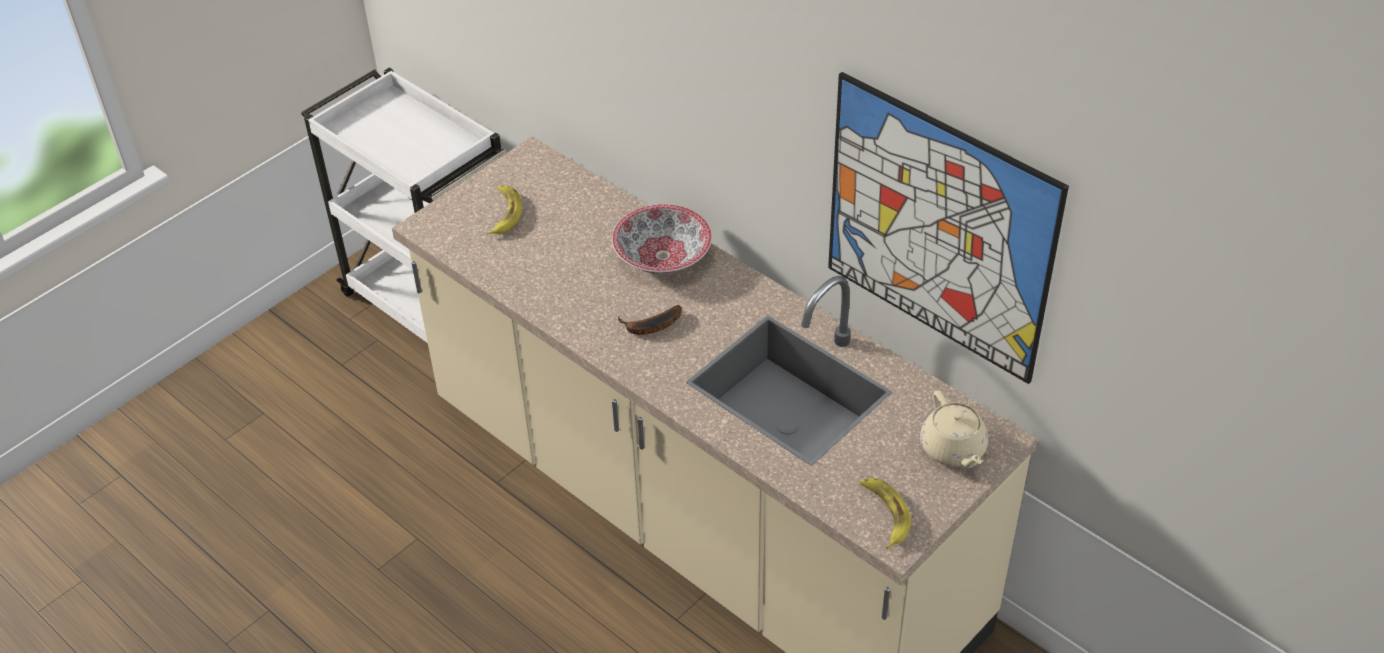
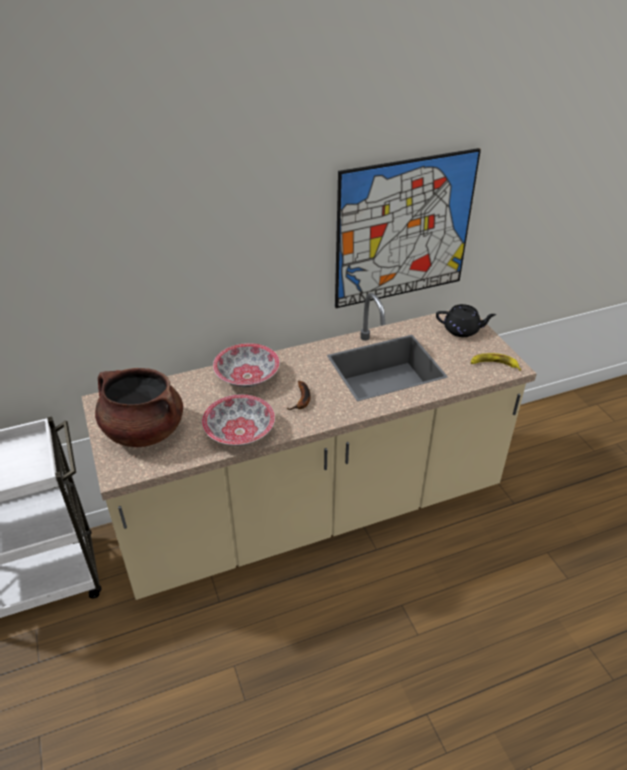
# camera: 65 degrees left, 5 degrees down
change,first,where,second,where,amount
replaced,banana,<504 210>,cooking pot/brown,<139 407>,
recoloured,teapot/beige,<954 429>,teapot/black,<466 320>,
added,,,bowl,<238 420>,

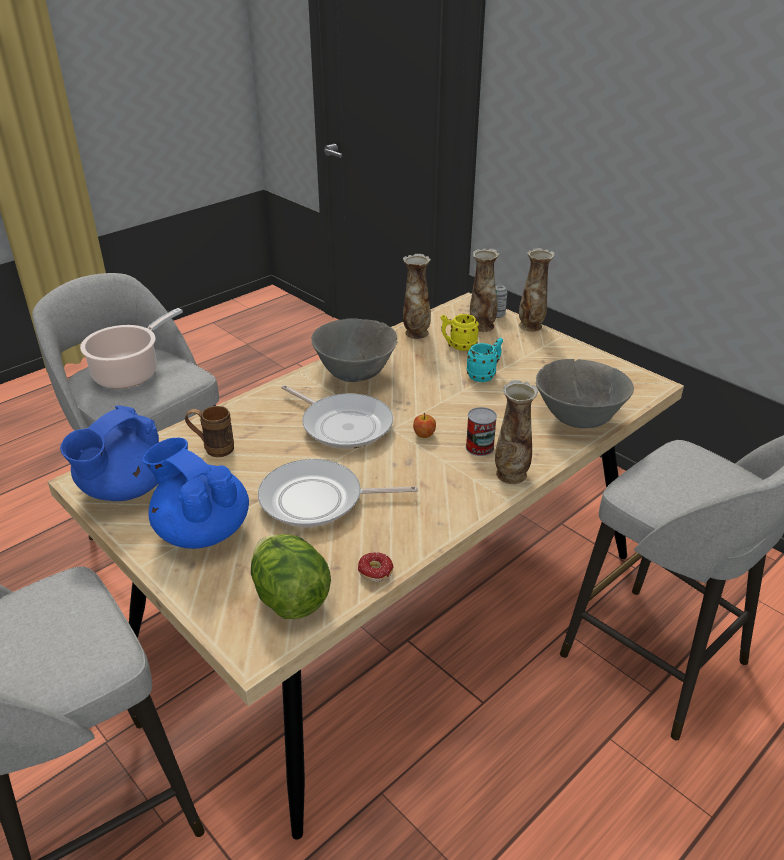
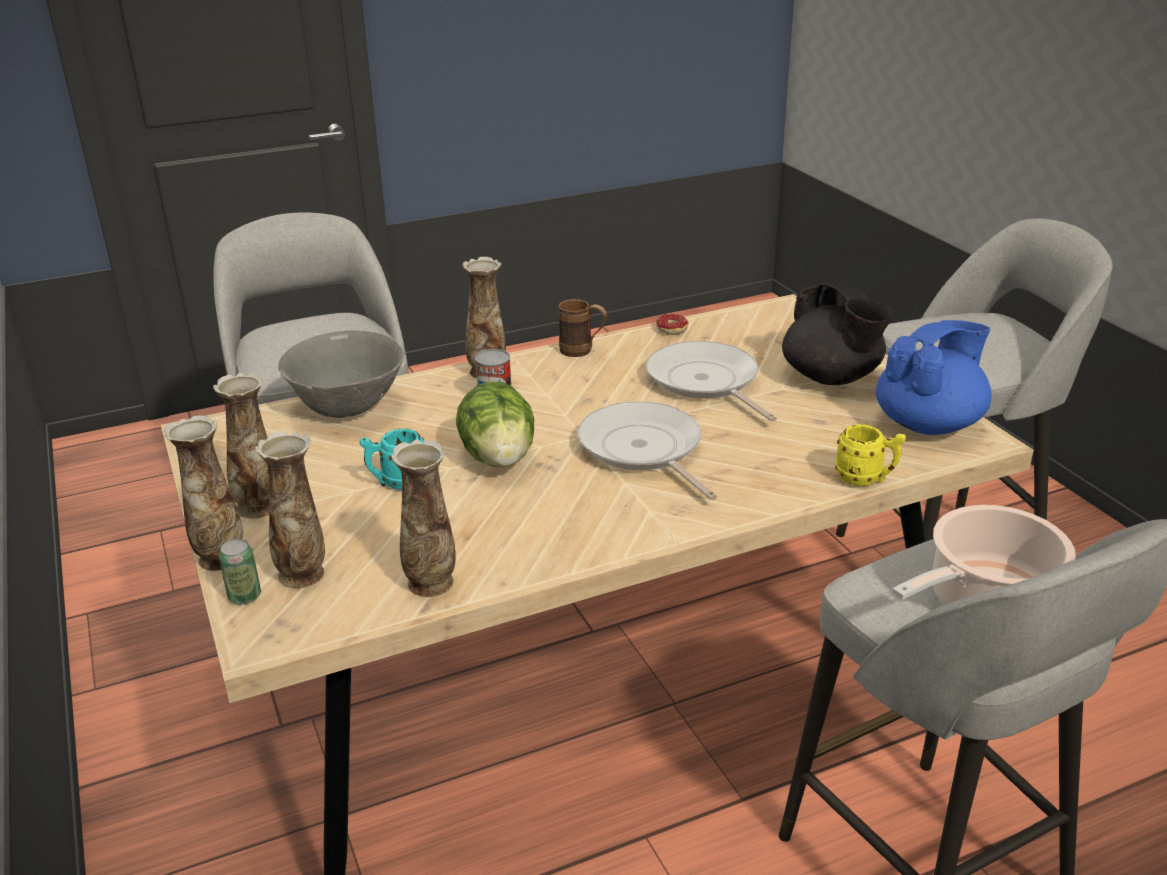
# camera: 160 degrees left, 5 degrees down
change,first,where,second,where,amount
recoloured,teapot/blue,<196 493>,teapot/black,<837 332>,
moved,mug/brown,<209 431>,,<582 328>,
moved,lettuce,<291 576>,,<495 424>,
turned,frying pan,<338 493>,,<711 381>,135 degrees counterclockwise
removed,bowl/grey,<354 350>,,,
removed,apple,<424 425>,,,
moved,mug/yellow,<460 332>,,<870 455>,
added,,,vase,<241 446>,

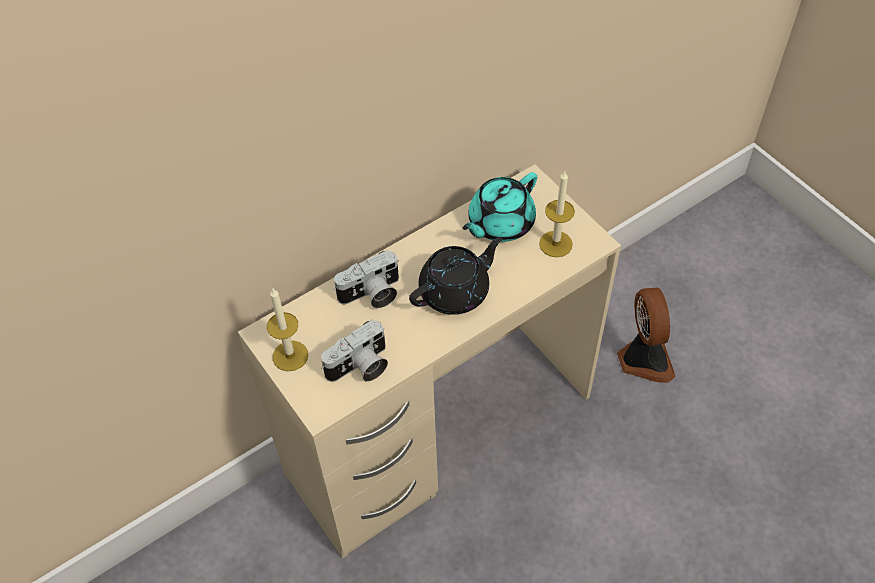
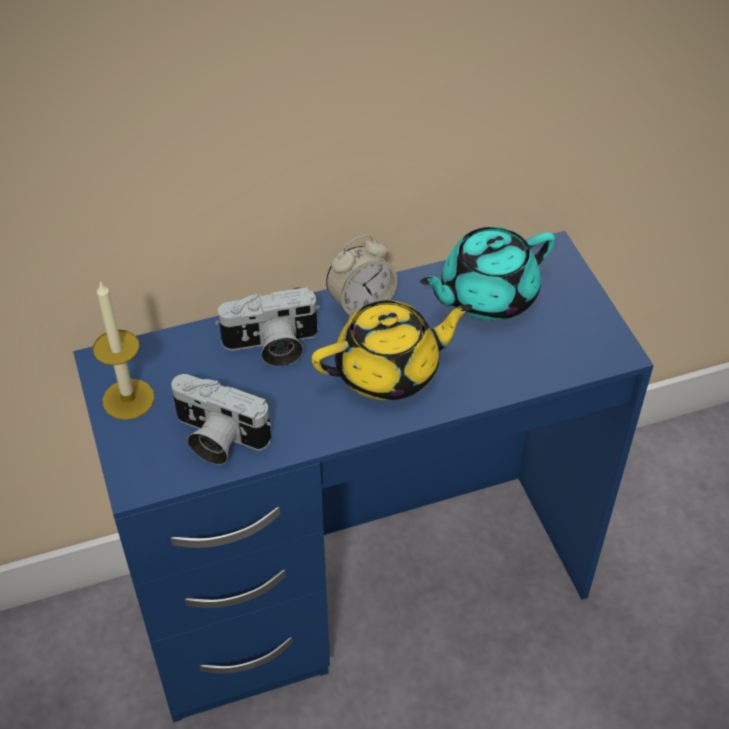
# camera: 15 degrees right, 5 degrees down
change,first,where,second,where,amount
recoloured,desk/beige,<429 361>,desk/blue,<363 477>,
turned,photo camera,<354 350>,,<221 419>,45 degrees clockwise
recoloured,teapot/black,<456 276>,teapot/yellow,<391 350>,
removed,candle,<557 214>,,,
removed,fan,<646 335>,,,
added,,,alarm clock,<362 278>,

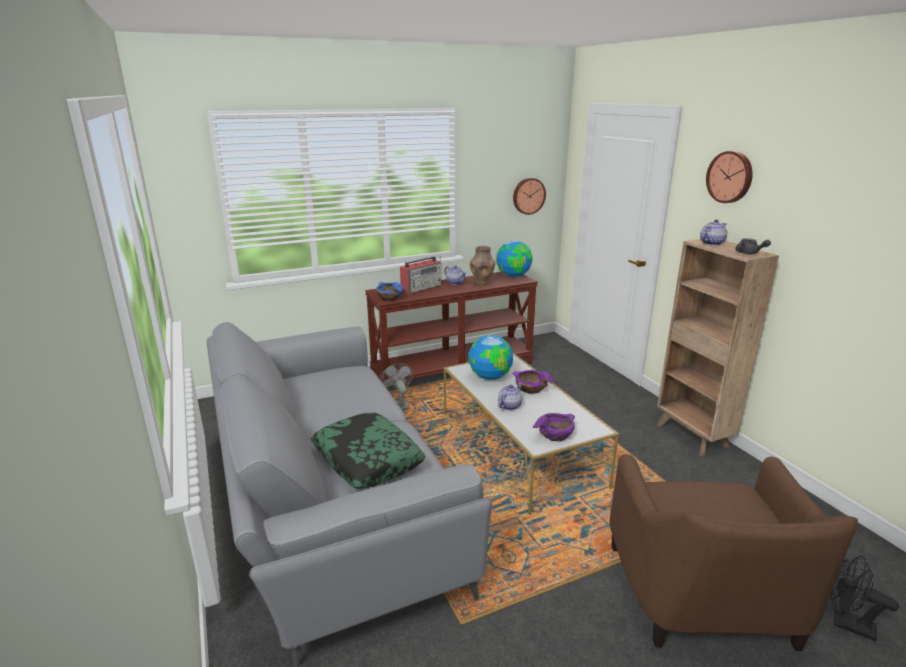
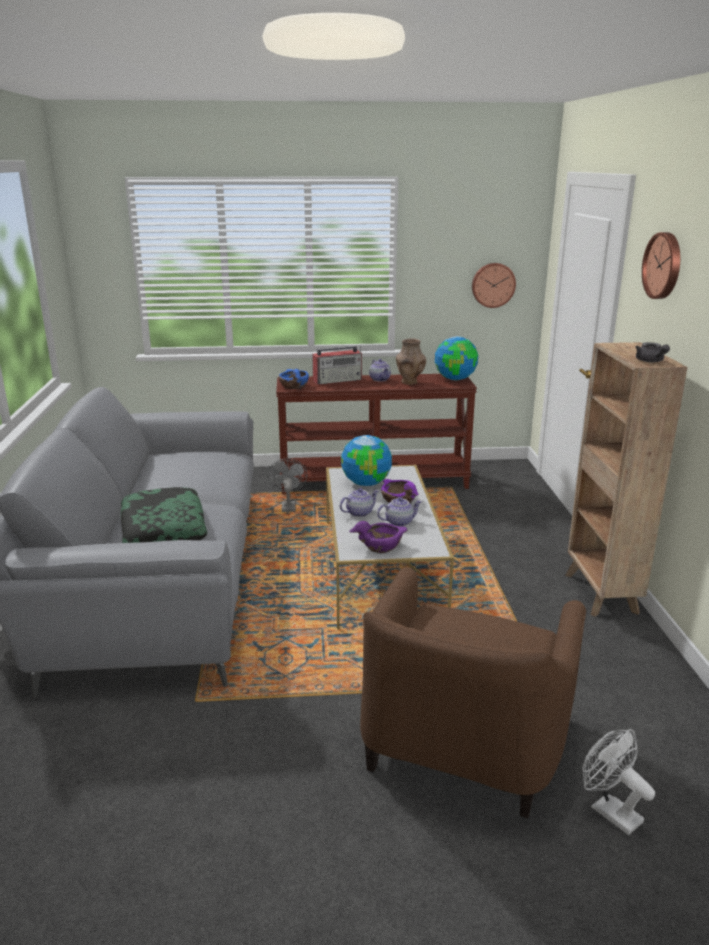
# camera: 20 degrees right, 0 degrees up
change,first,where,second,where,amount
moved,teapot,<713 233>,,<399 511>,
recoloured,fan/black,<864 598>,fan/white,<618 782>,

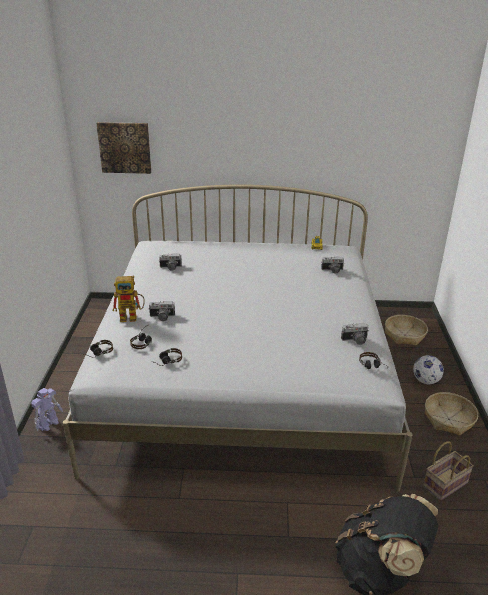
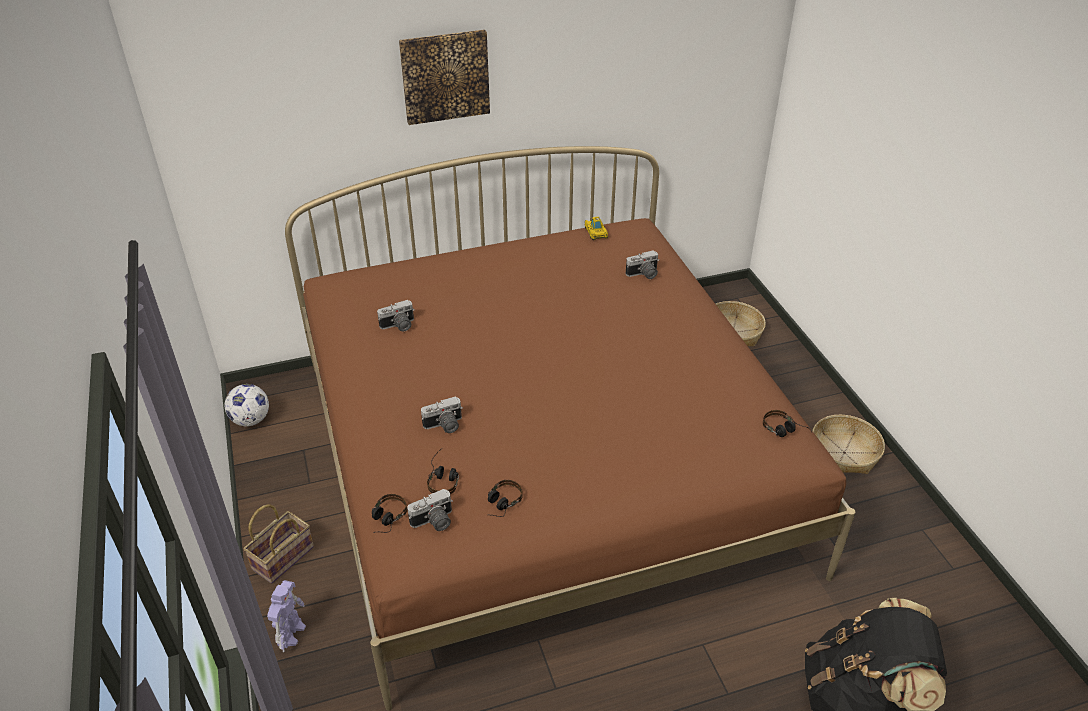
# camera: 20 degrees left, 10 degrees up
change,first,where,second,where,amount
recoloured,bed/white,<238 338>,bed/brown,<570 428>,
moved,picture,<123 148>,,<444 77>,
removed,toy robot,<129 299>,,,
moved,photo camera,<355 334>,,<430 510>,
moved,football,<428 369>,,<247 405>,
moved,basket,<448 471>,,<279 544>,

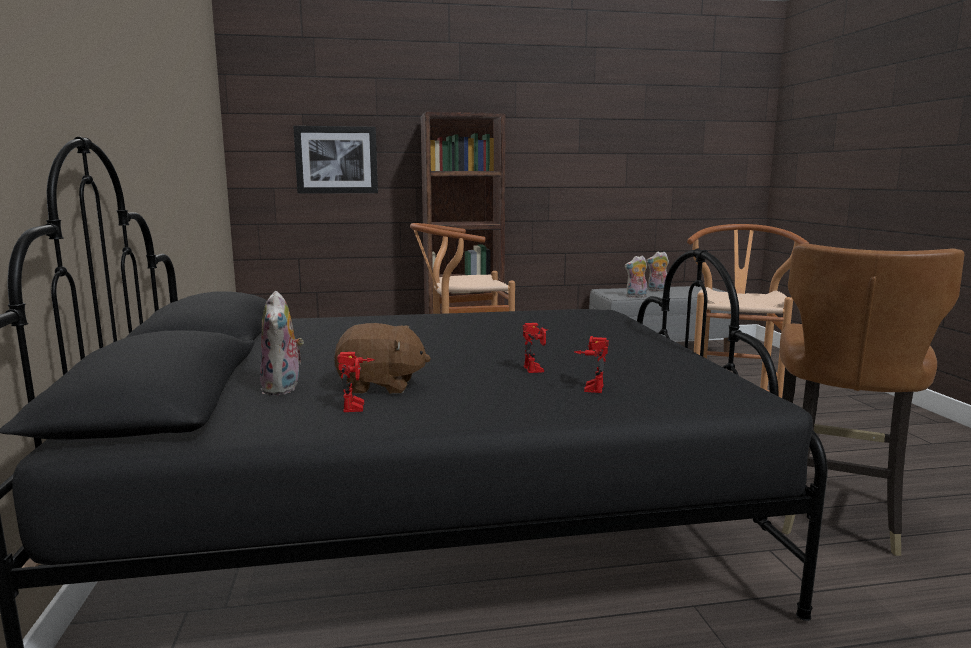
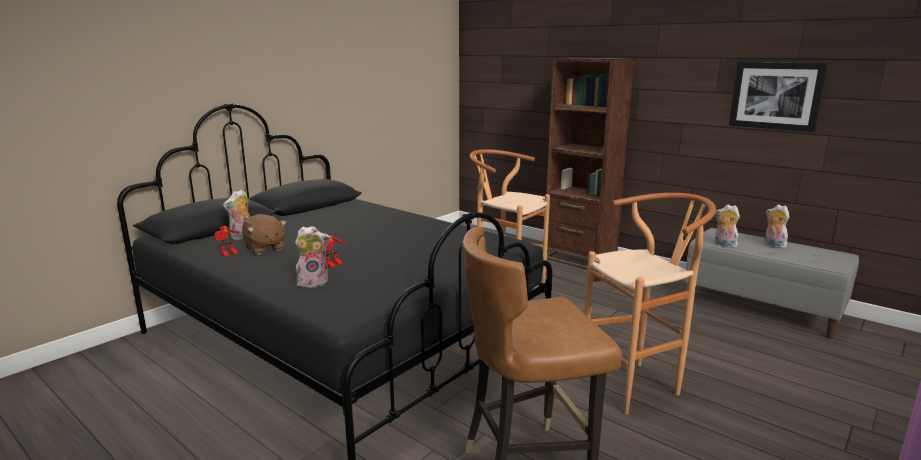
# camera: 50 degrees right, 5 degrees up
change,first,where,second,where,amount
moved,picture,<335 160>,,<778 97>,
replaced,toy robot,<591 364>,plush toy,<313 257>,

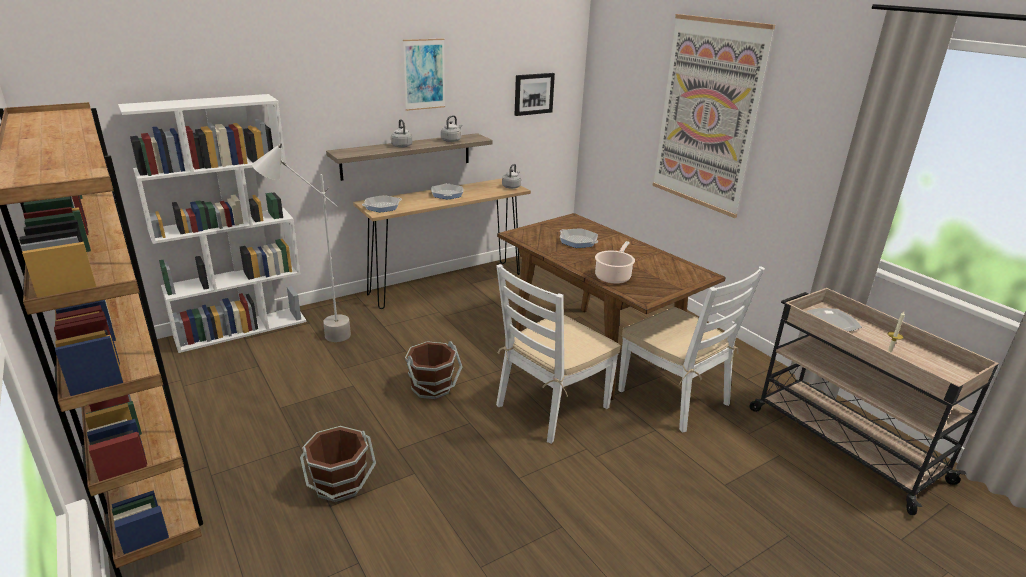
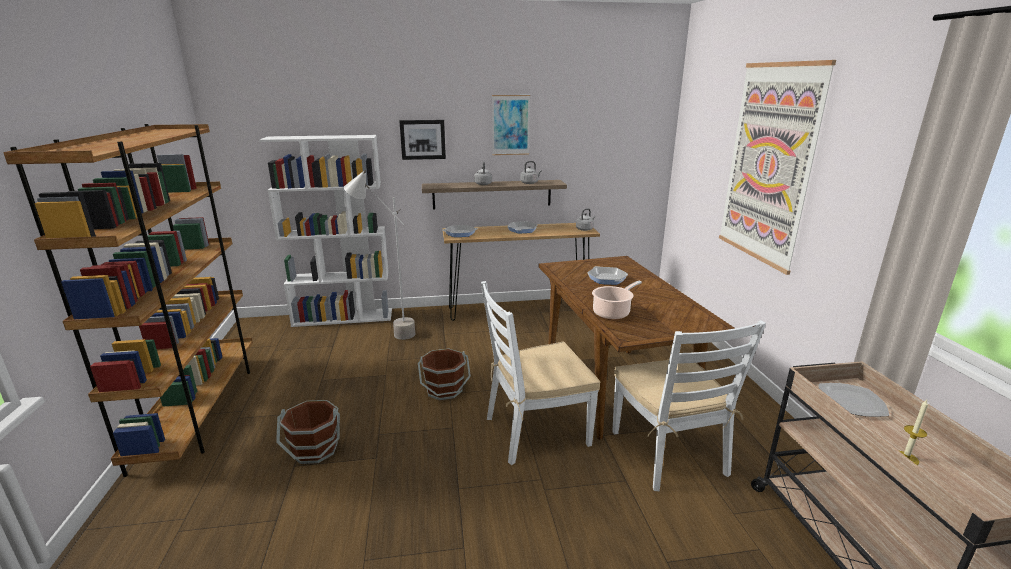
# camera: 25 degrees right, 5 degrees down
change,first,where,second,where,amount
moved,picture,<535 94>,,<422 140>,

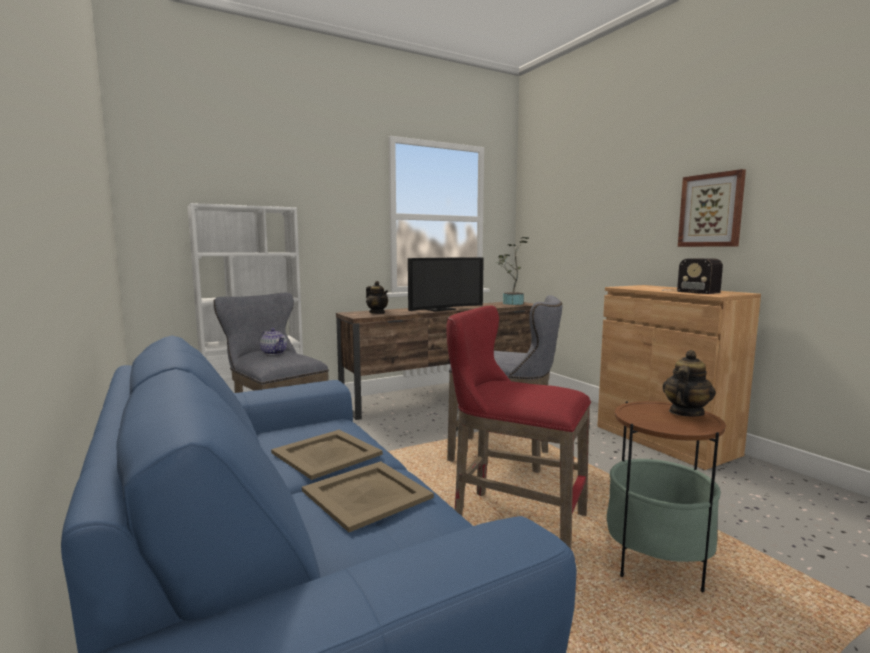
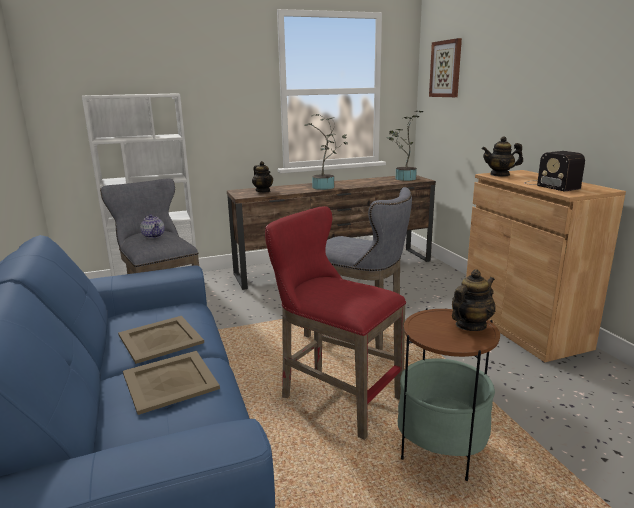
# camera: 10 degrees right, 10 degrees up
change,first,where,second,where,amount
replaced,television,<446 284>,potted plant,<325 152>,
moved,picture,<712 208>,,<445 67>,
added,,,teapot,<502 156>,

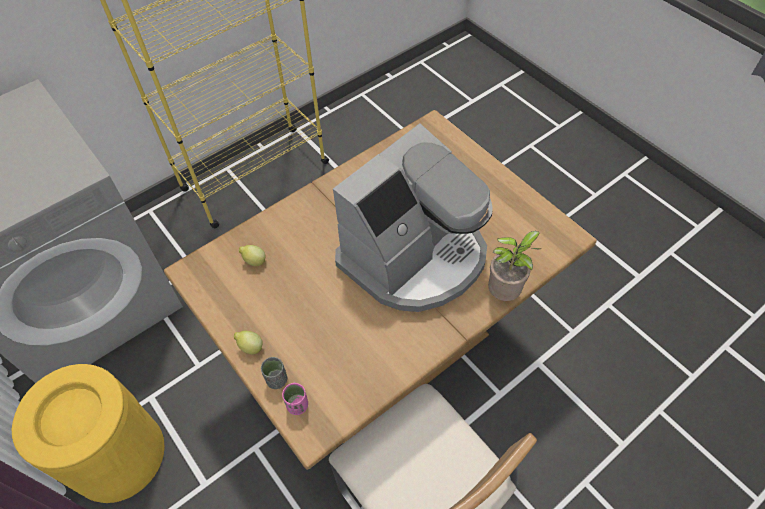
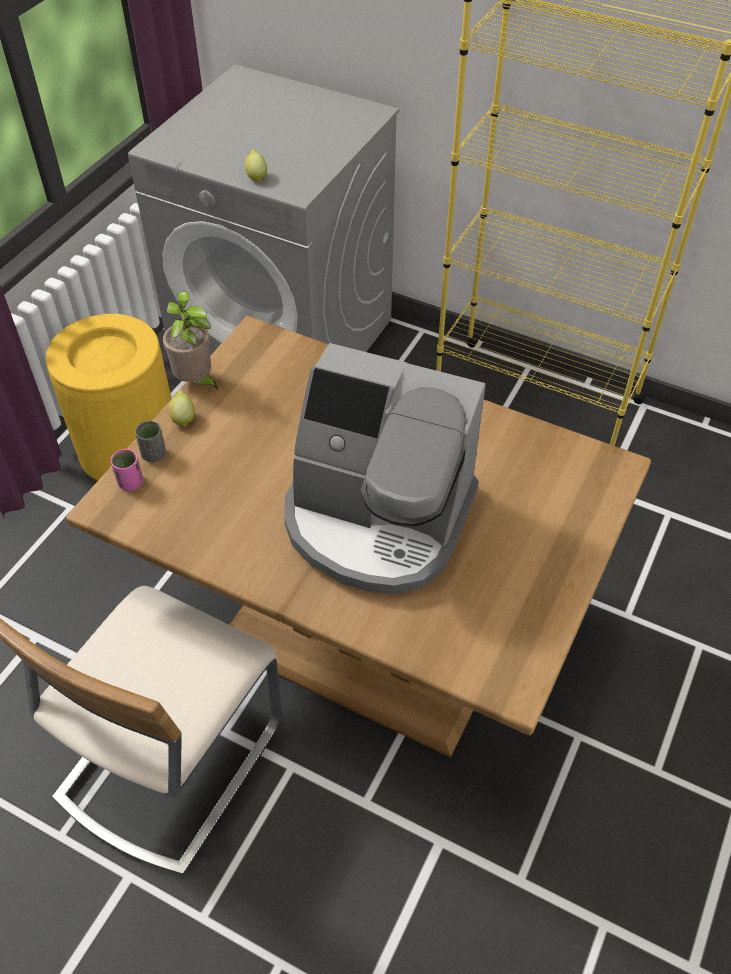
# camera: 65 degrees right, 5 degrees down
change,first,where,second,where,amount
moved,lemon,<252 255>,,<256 166>,
moved,potted plant,<514 266>,,<190 340>,

